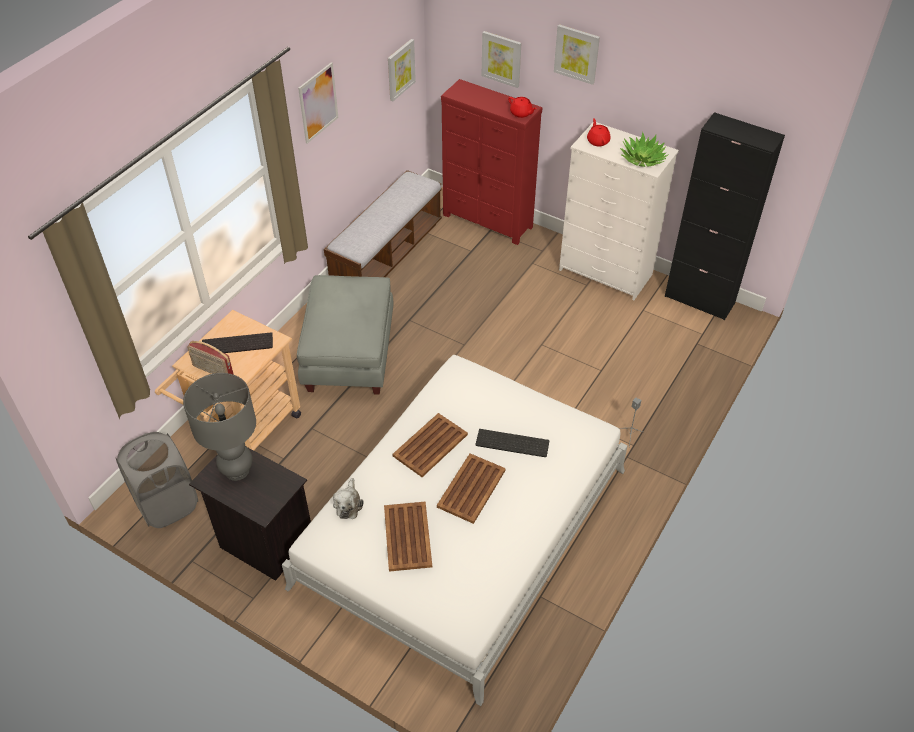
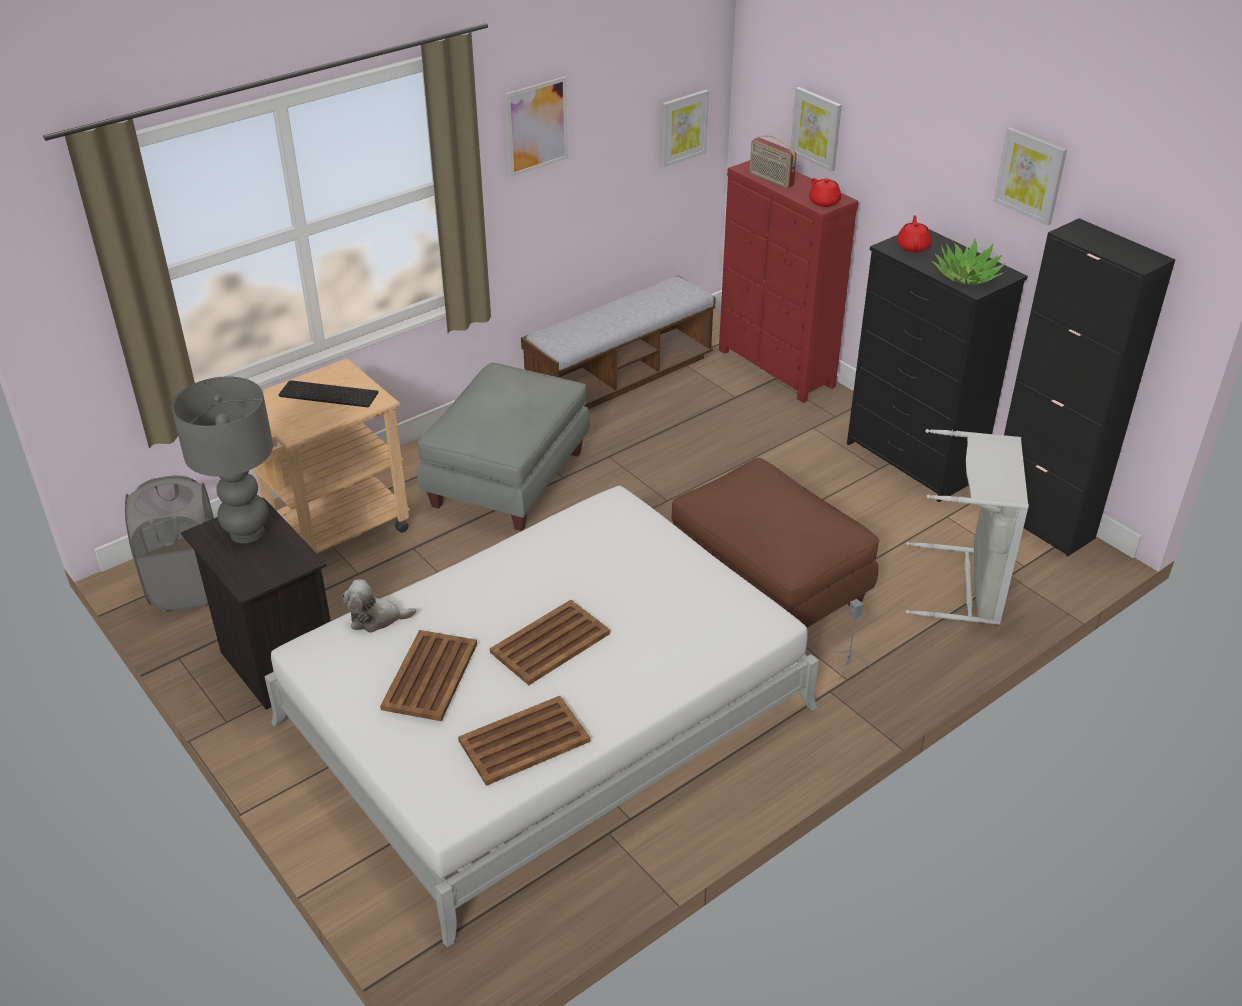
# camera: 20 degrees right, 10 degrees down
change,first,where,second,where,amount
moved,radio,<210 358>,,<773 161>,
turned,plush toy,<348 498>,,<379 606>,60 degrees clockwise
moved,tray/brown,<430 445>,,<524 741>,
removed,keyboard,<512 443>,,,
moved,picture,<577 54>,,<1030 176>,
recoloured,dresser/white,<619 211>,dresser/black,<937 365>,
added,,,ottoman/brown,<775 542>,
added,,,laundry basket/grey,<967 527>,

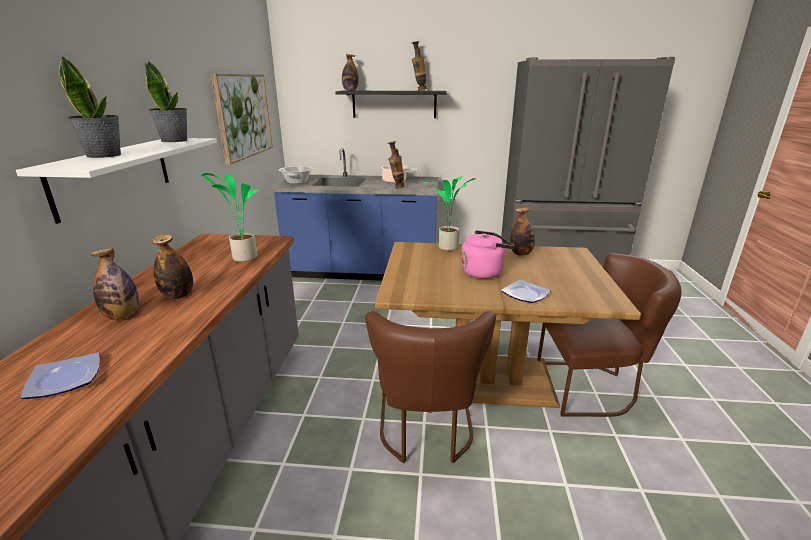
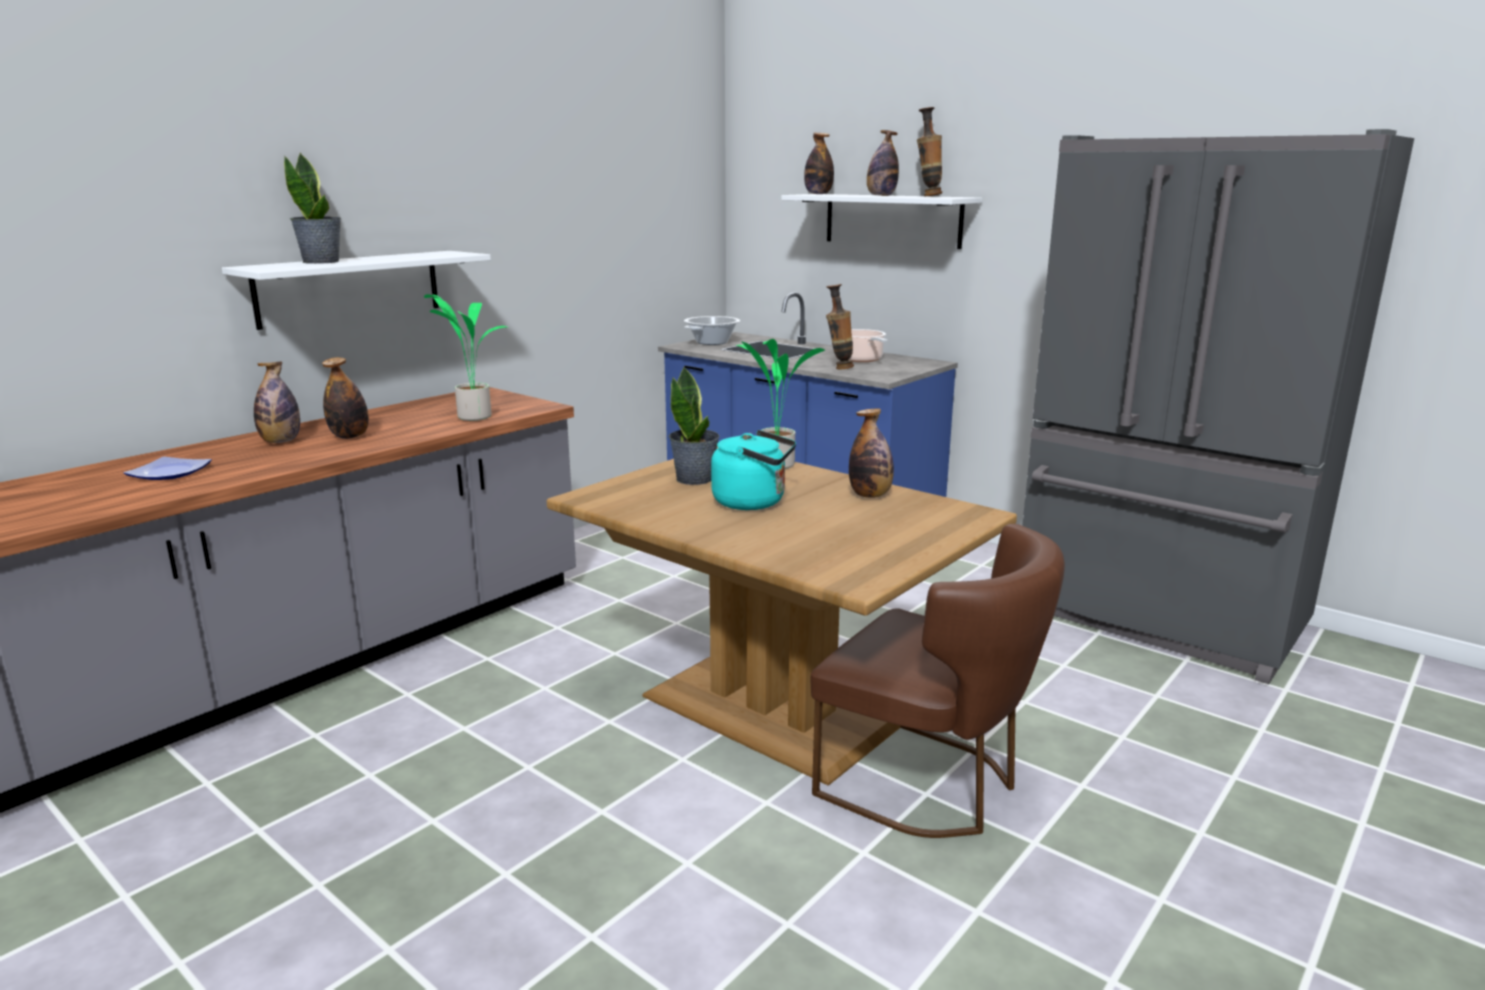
# camera: 35 degrees right, 5 degrees down
change,first,where,second,where,amount
moved,potted plant,<166 101>,,<694 425>,
removed,picture,<242 119>,,,
recoloured,shelf/black,<391 104>,shelf/white,<881 221>,
removed,chair/brown,<430 387>,,,
recoloured,kettle/pink,<487 254>,kettle/turquoise,<753 470>,
removed,plate,<526 291>,,,
added,,,bottle,<883 163>,

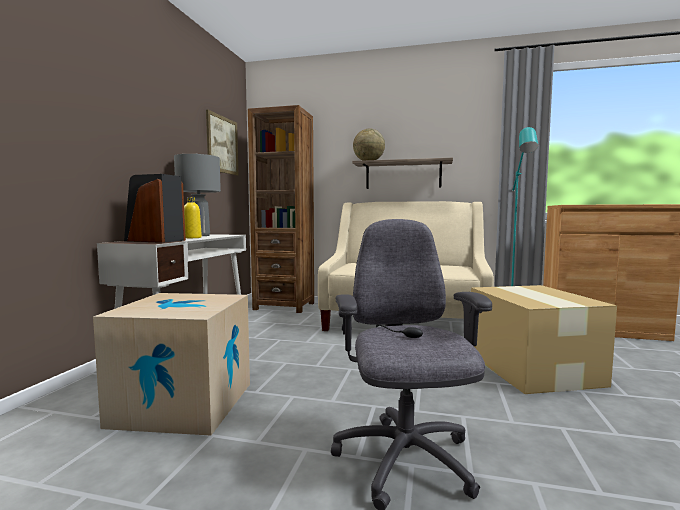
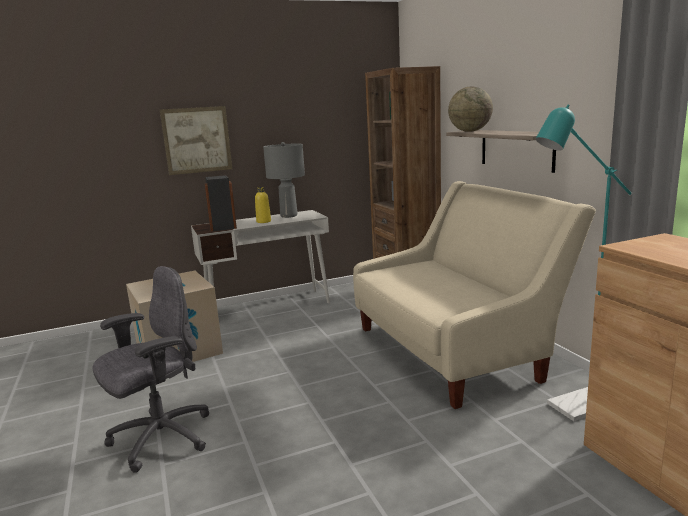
# camera: 55 degrees right, 10 degrees up
change,first,where,second,where,amount
moved,picture,<222 142>,,<196 140>,
removed,cardboard box,<544 339>,,,

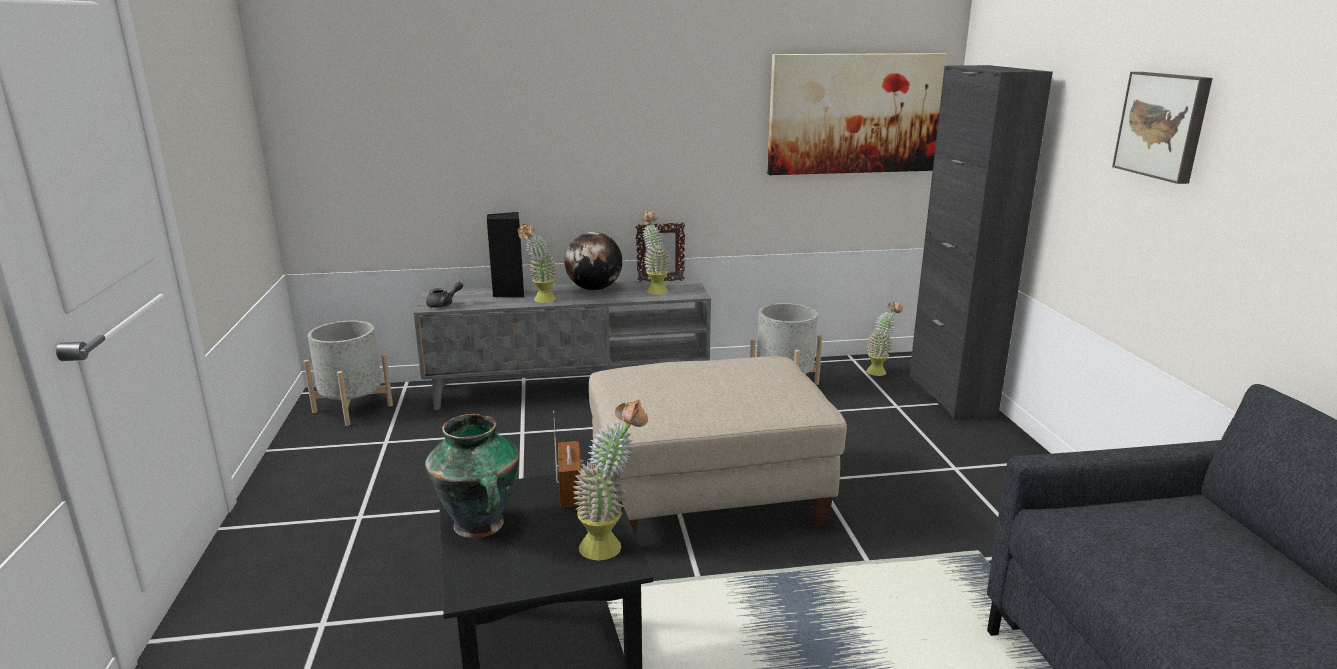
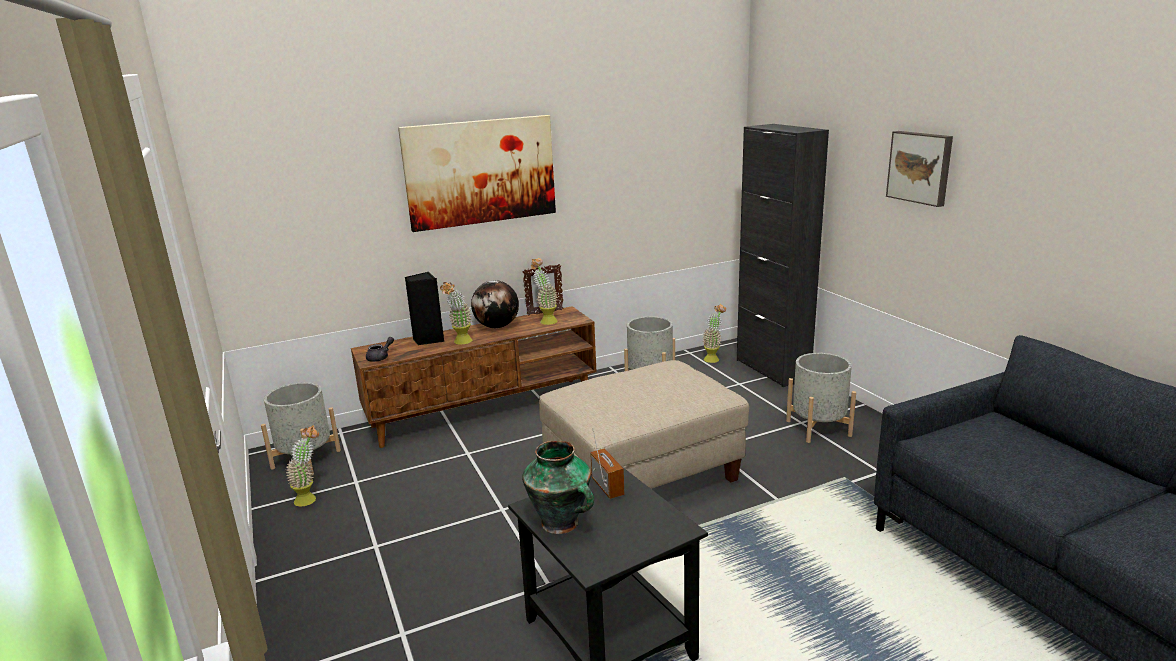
# camera: 15 degrees left, 0 degrees up
change,first,where,second,where,amount
recoloured,tv stand/grey,<562 344>,tv stand/brown,<474 377>,
moved,potted plant,<610 480>,,<302 466>,
moved,picture,<857 114>,,<477 173>,
added,,,planter/grey,<821 398>,

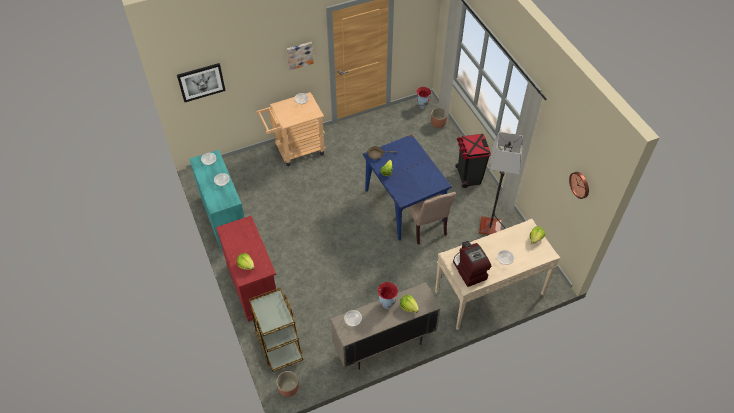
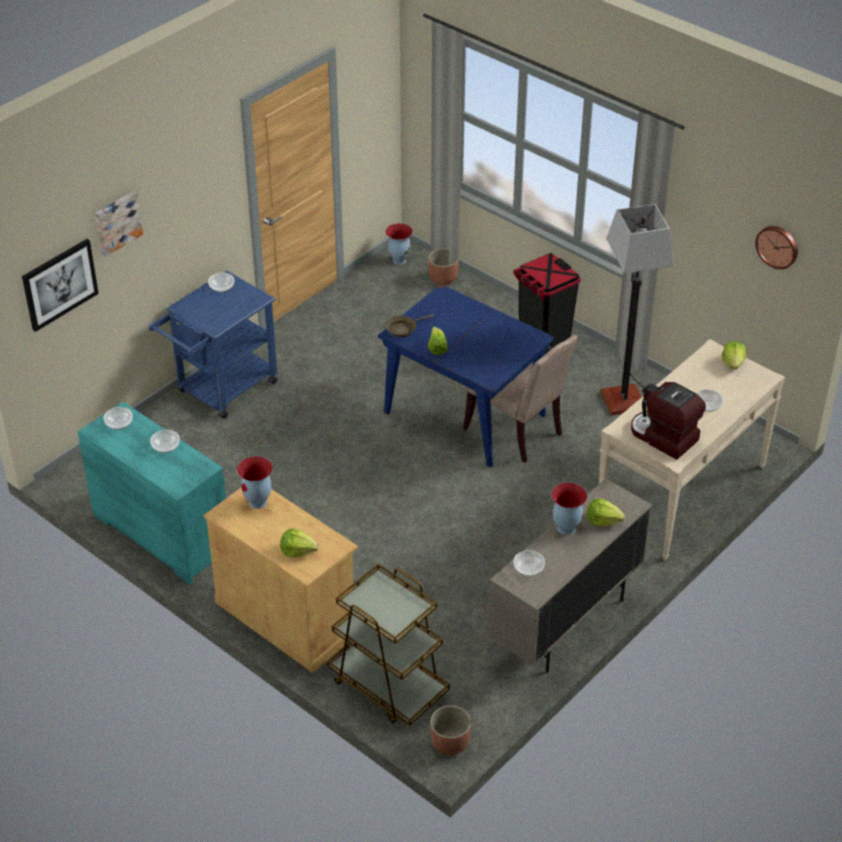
# camera: 25 degrees left, 10 degrees down
change,first,where,second,where,amount
recoloured,cabinet/red,<246 269>,cabinet/beige,<281 580>,
recoloured,cart/beige,<290 129>,cart/blue,<212 344>,
moved,picture,<300 56>,,<119 224>,
added,,,vase,<255 482>,

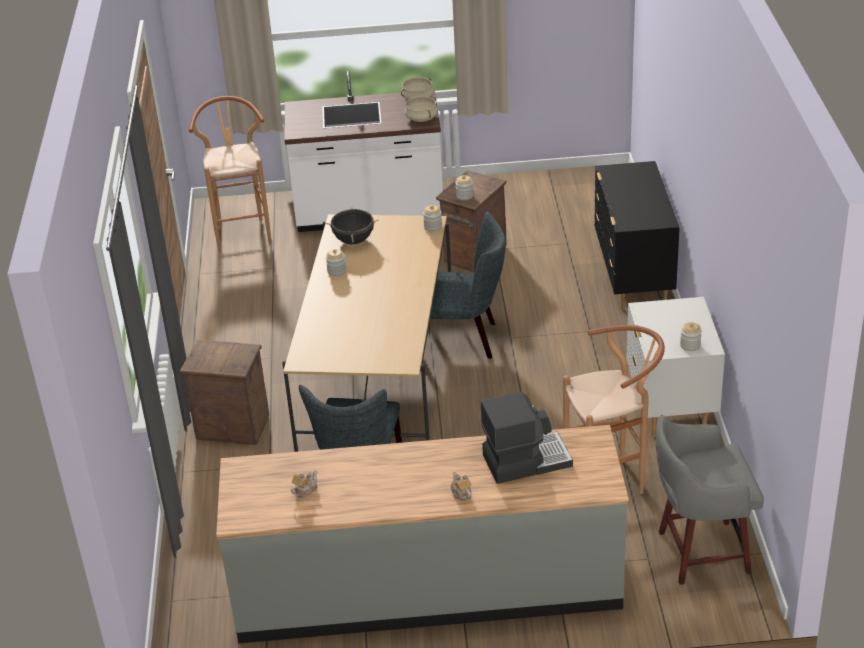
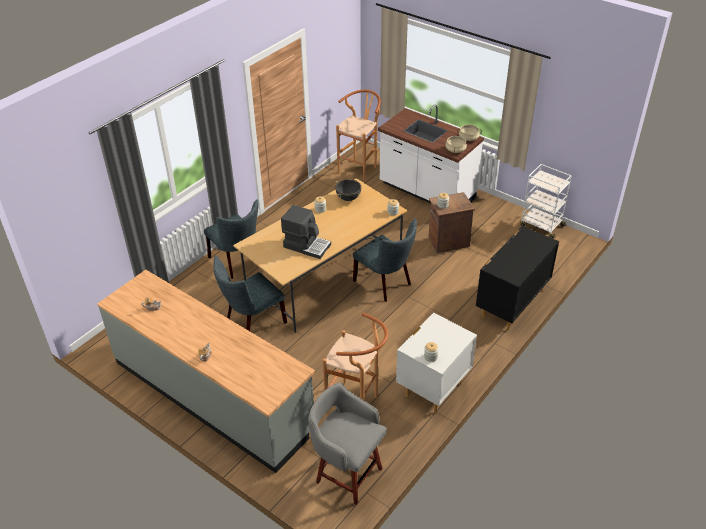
# camera: 40 degrees right, 5 degrees up
change,first,where,second,where,amount
replaced,crate,<224 392>,chair/grey,<231 239>,
moved,coffee machine,<527 438>,,<306 232>,
added,,,cart/white,<546 201>,

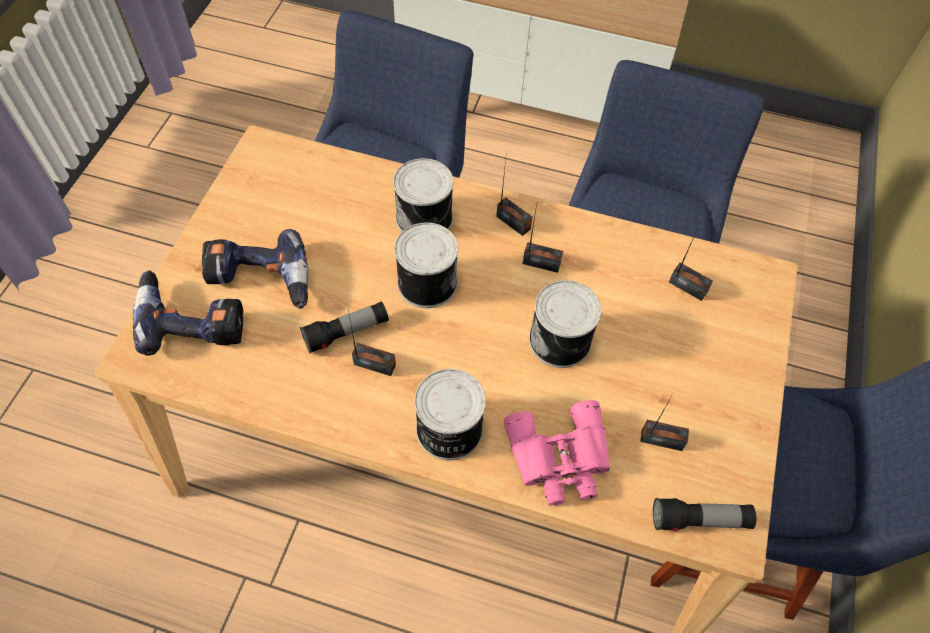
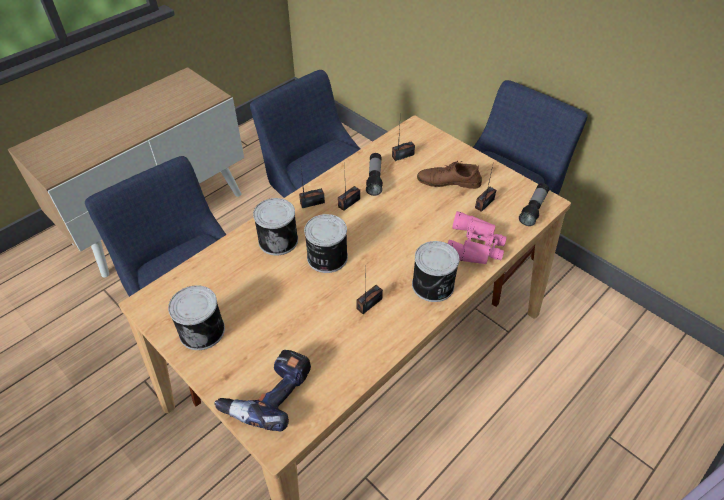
# camera: 60 degrees left, 10 degrees down
change,first,where,second,where,amount
removed,power drill,<255 269>,,,
moved,flashlight,<344 327>,,<374 174>,
moved,can,<565 324>,,<196 317>,
added,,,shoe/brown,<449 175>,

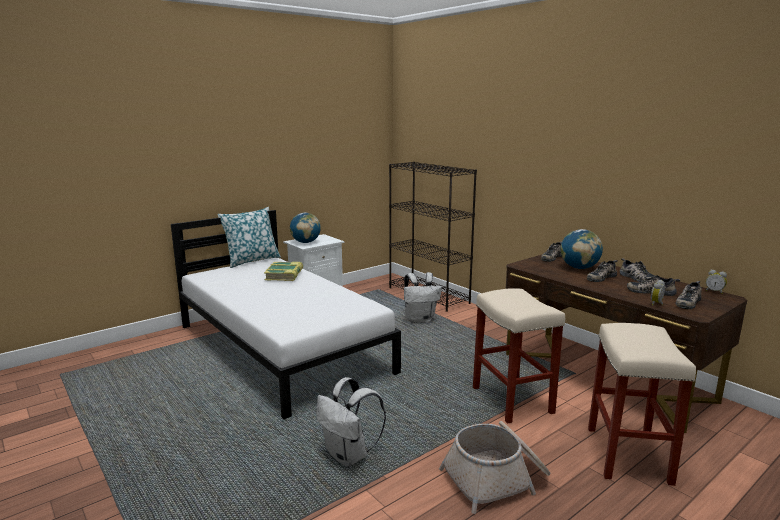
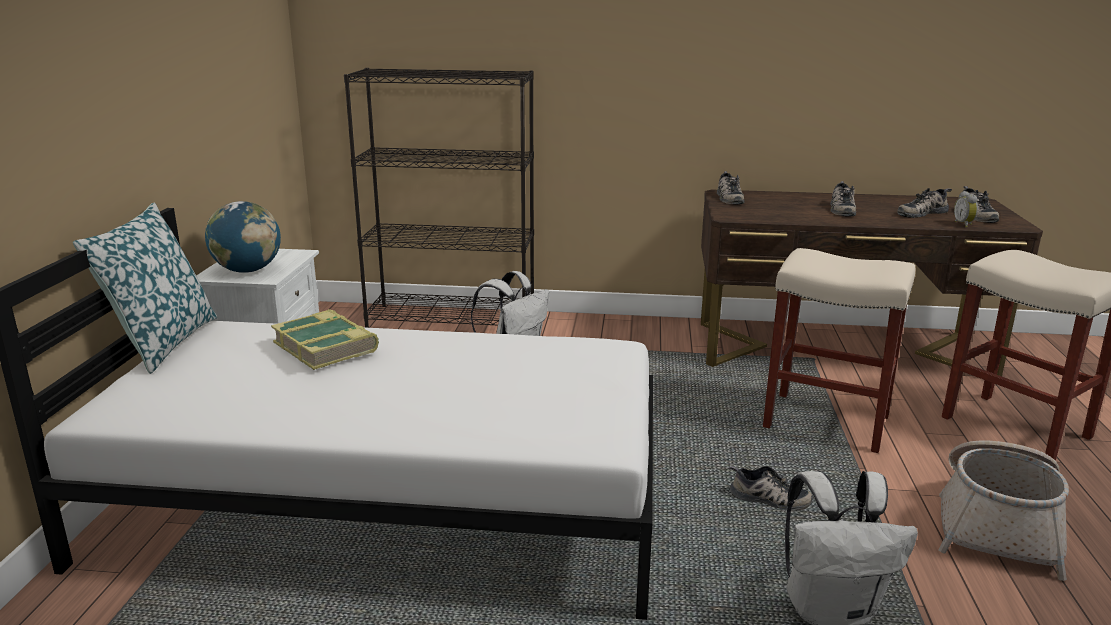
# camera: 45 degrees left, 5 degrees up
change,first,where,second,where,amount
removed,globe,<581 249>,,,
moved,shoe,<637 270>,,<771 488>,
removed,alarm clock,<716 282>,,,

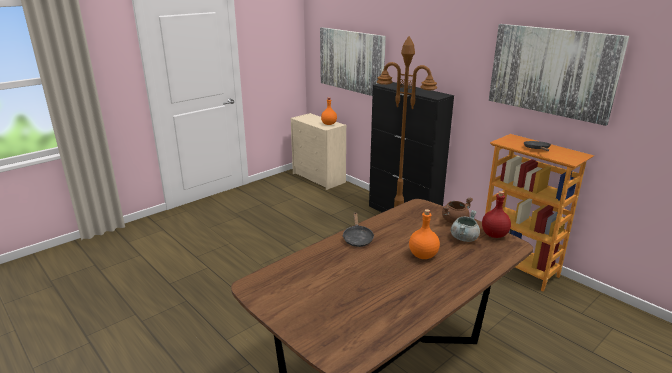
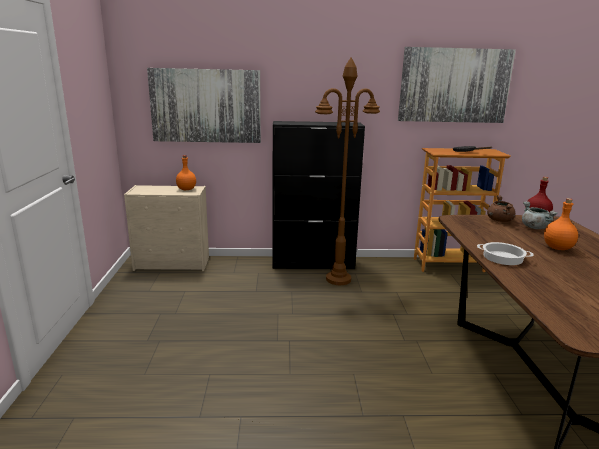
# camera: 50 degrees left, 5 degrees down
change,first,where,second,where,amount
replaced,frying pan/black,<358 229>,cooking pot,<505 253>,

